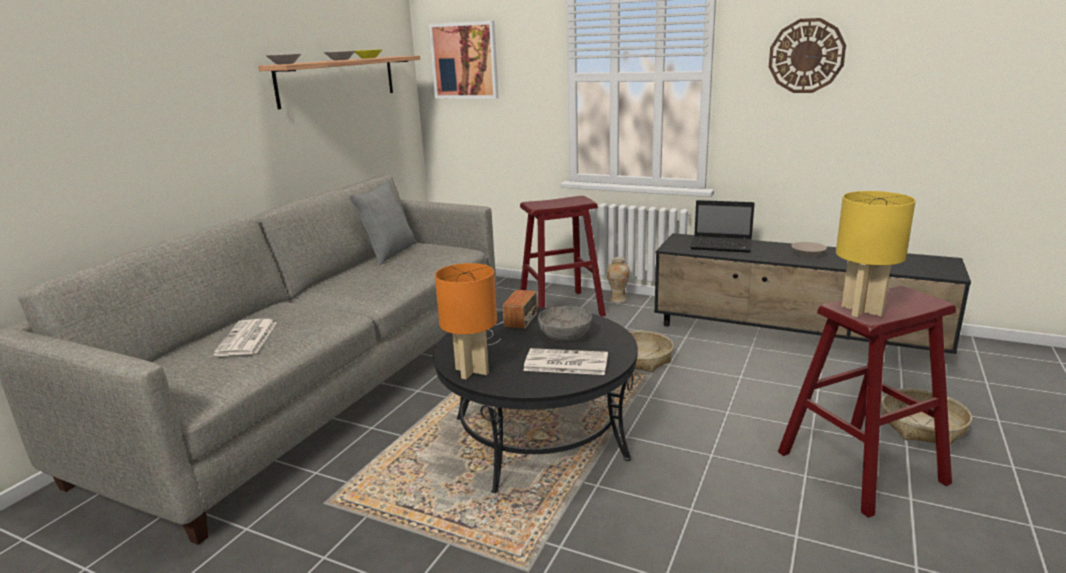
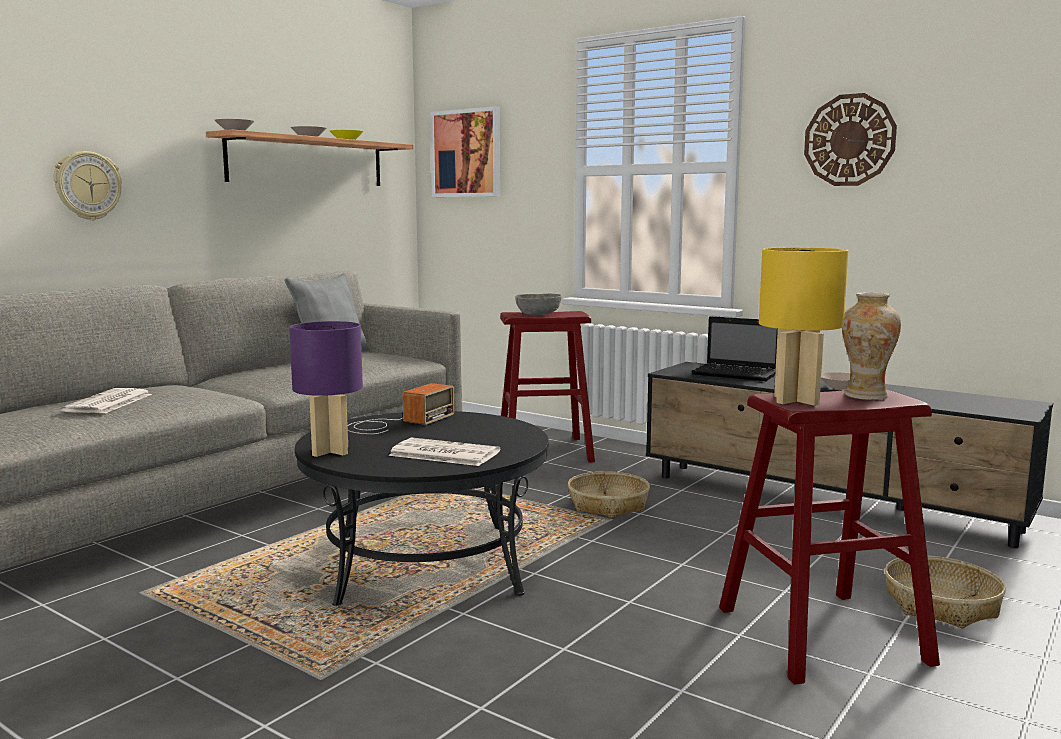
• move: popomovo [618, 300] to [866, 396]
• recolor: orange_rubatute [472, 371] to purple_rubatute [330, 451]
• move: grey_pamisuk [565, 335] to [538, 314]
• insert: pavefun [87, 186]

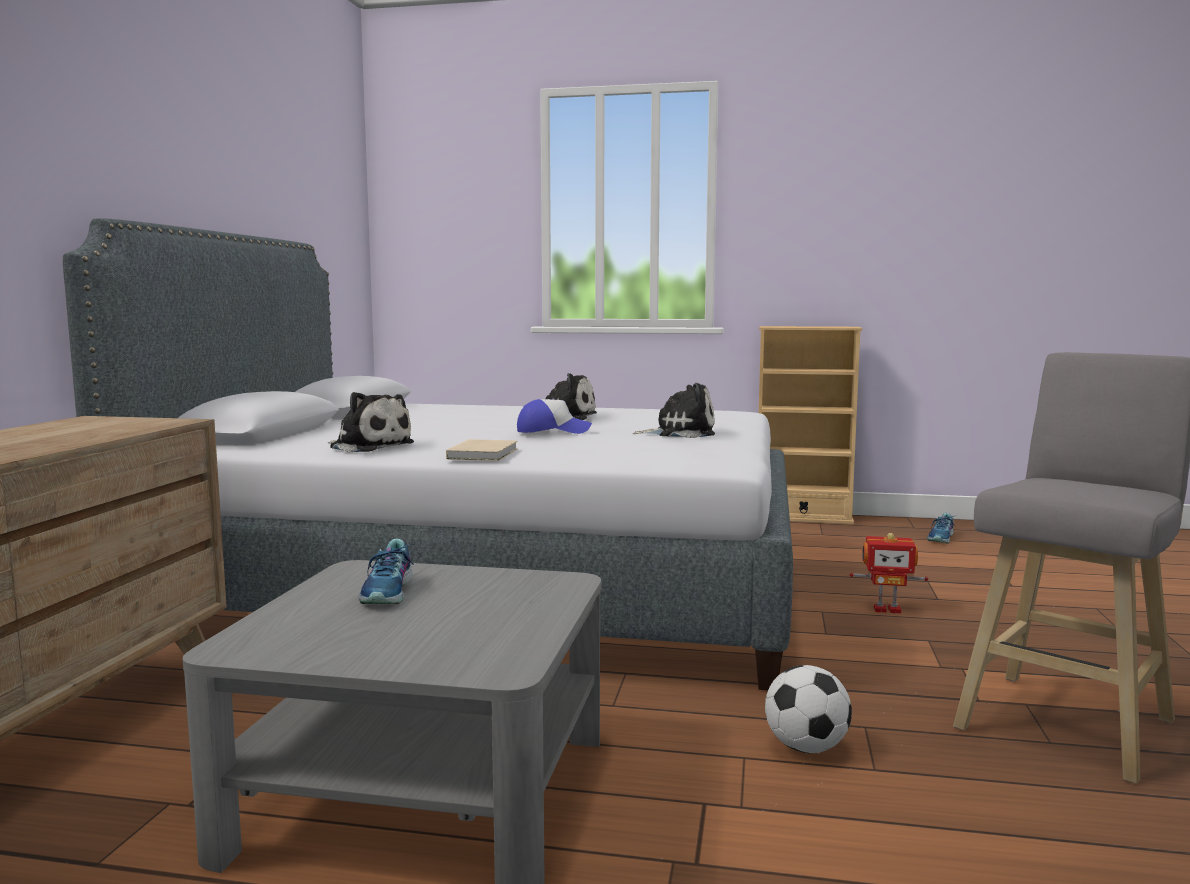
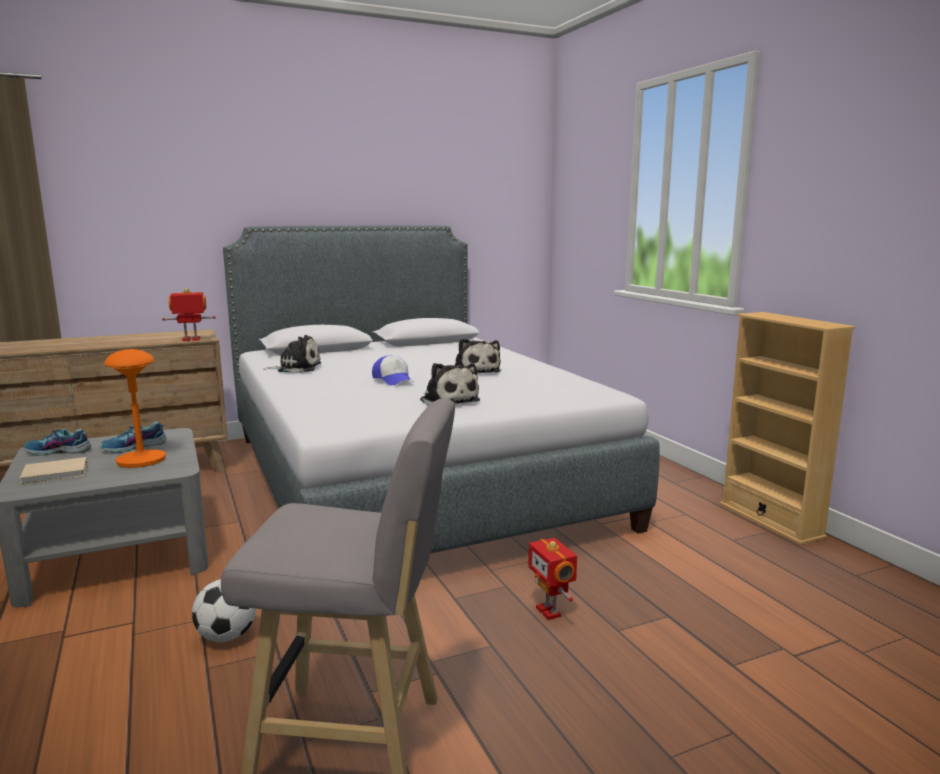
• rotate: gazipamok [369, 446] = [296, 368] 90 degrees counterclockwise
• move: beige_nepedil [484, 453] to [57, 473]
• move: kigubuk [941, 538] to [58, 451]
• insert: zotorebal [191, 340]
• insert: orange_rubatute [141, 461]

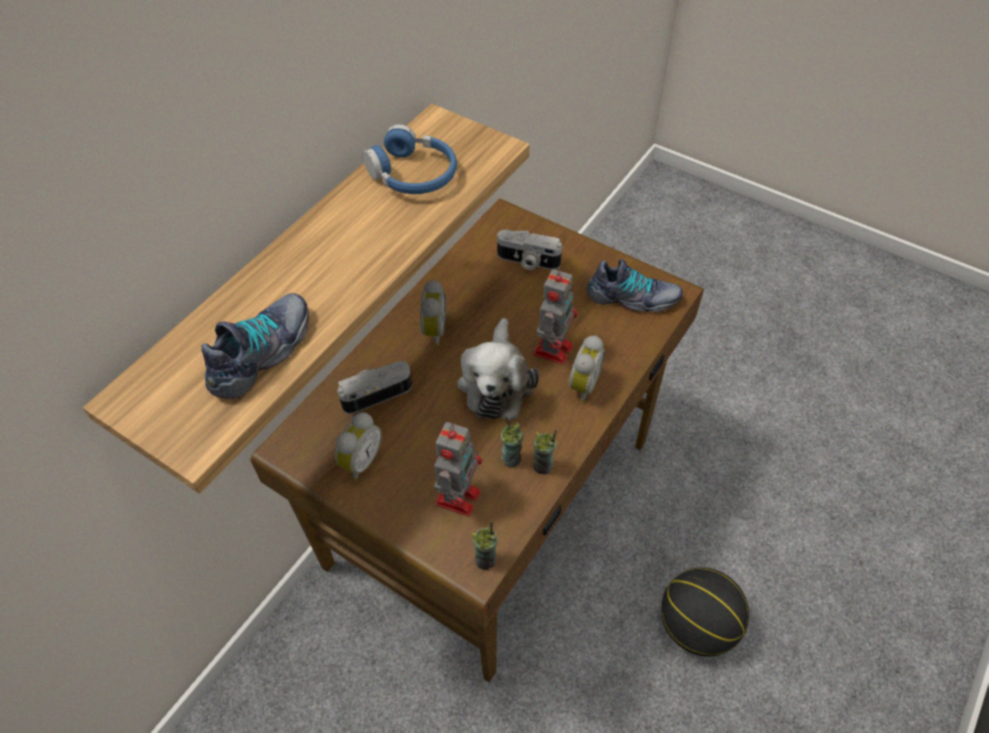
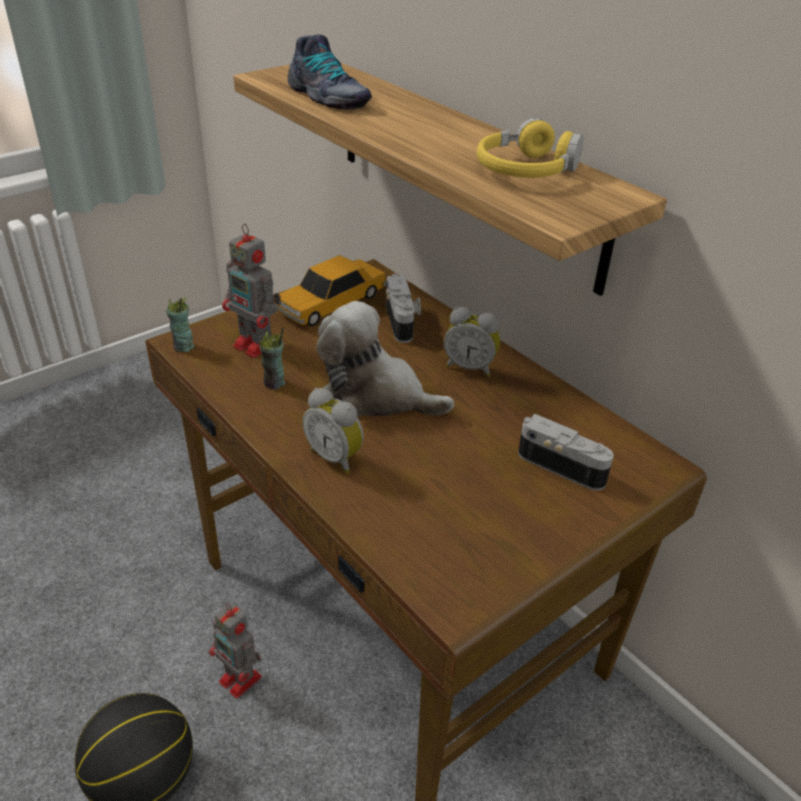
• recolor: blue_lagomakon [413, 174] to yellow_lagomakon [526, 170]
• rotate: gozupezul [527, 261] = [563, 465] 90 degrees clockwise
• delete: kigubuk [633, 298]
• move: zotorebal [554, 348] to [241, 680]
• replace: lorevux [360, 461] to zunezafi [331, 303]
• delete: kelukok [543, 466]

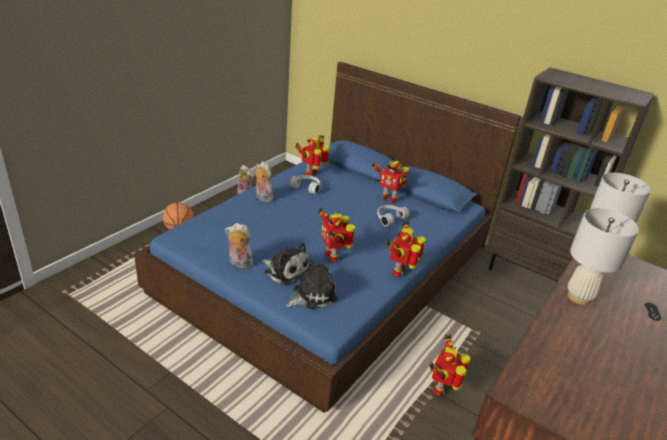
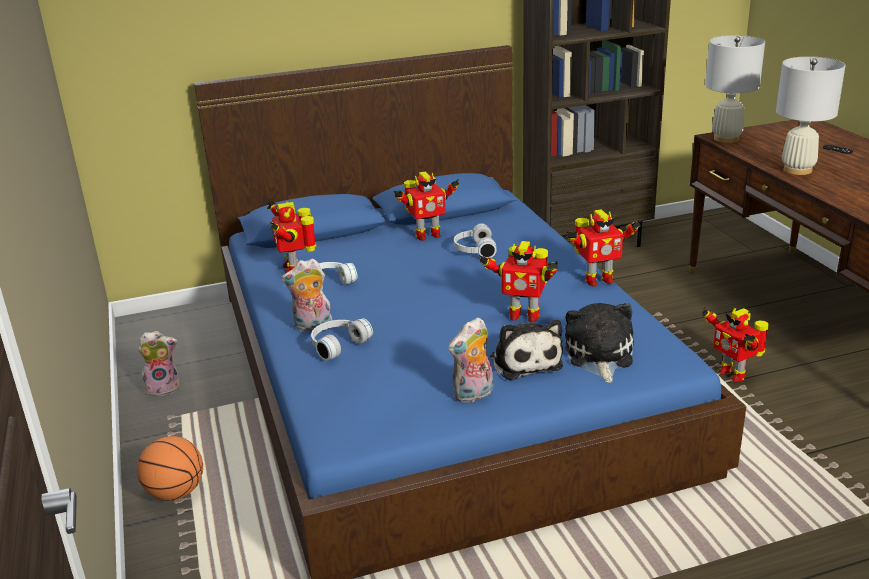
• rotate: zotorebal [400, 271] = [597, 280] 75 degrees counterclockwise
• rotate: gazipamok [285, 270] = [524, 361] 90 degrees clockwise
• insert: white_lagomakon [337, 345]

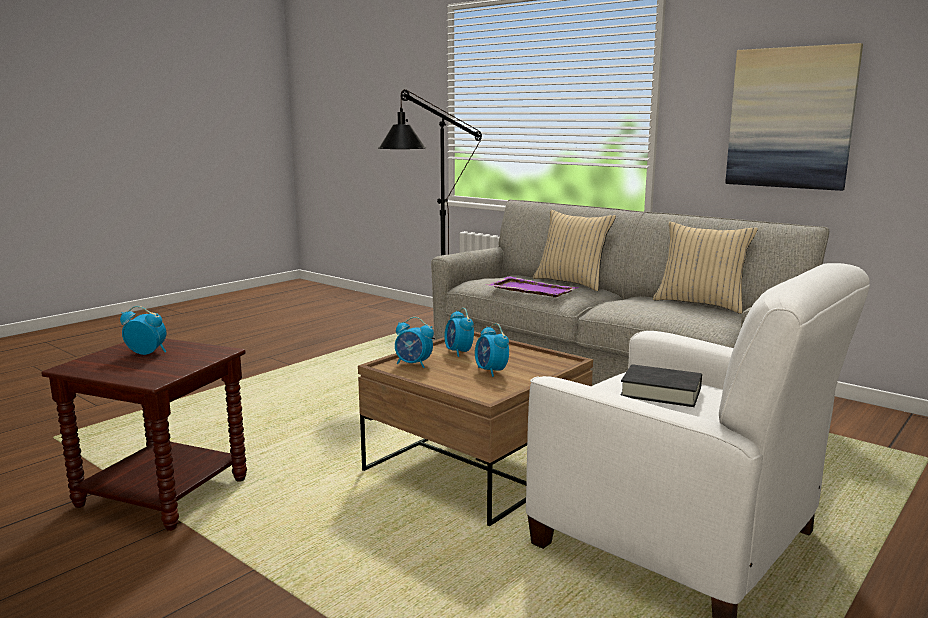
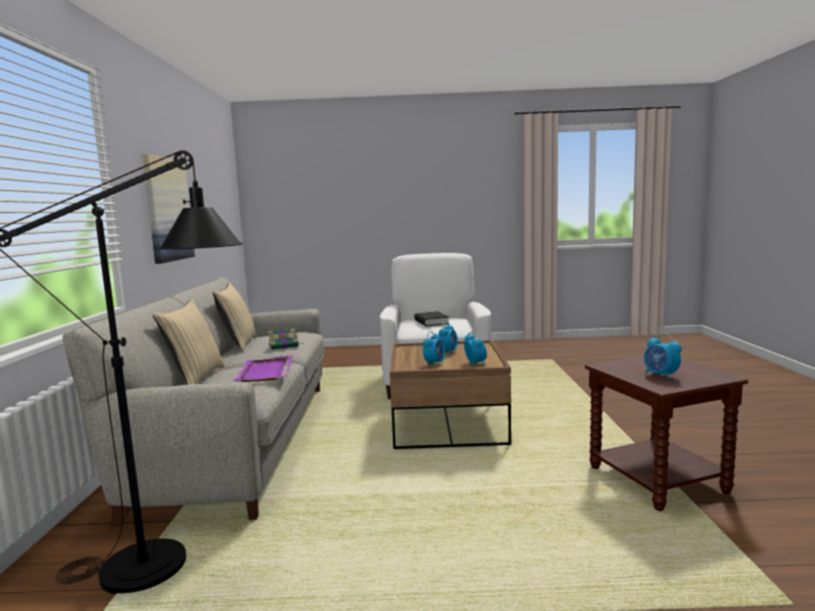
• insert: nepedil [284, 345]

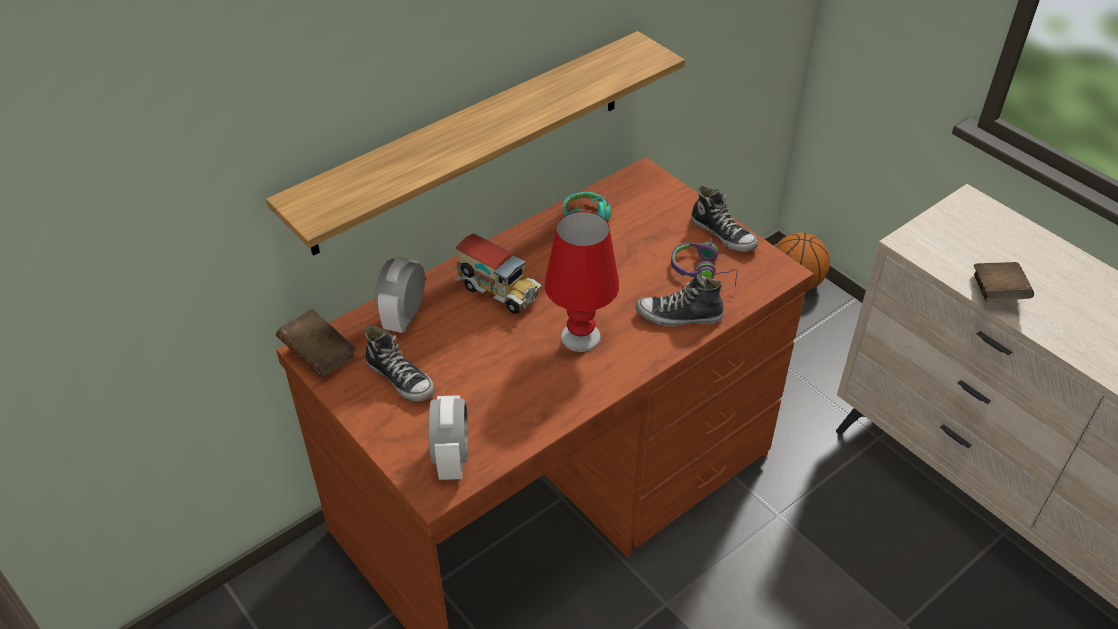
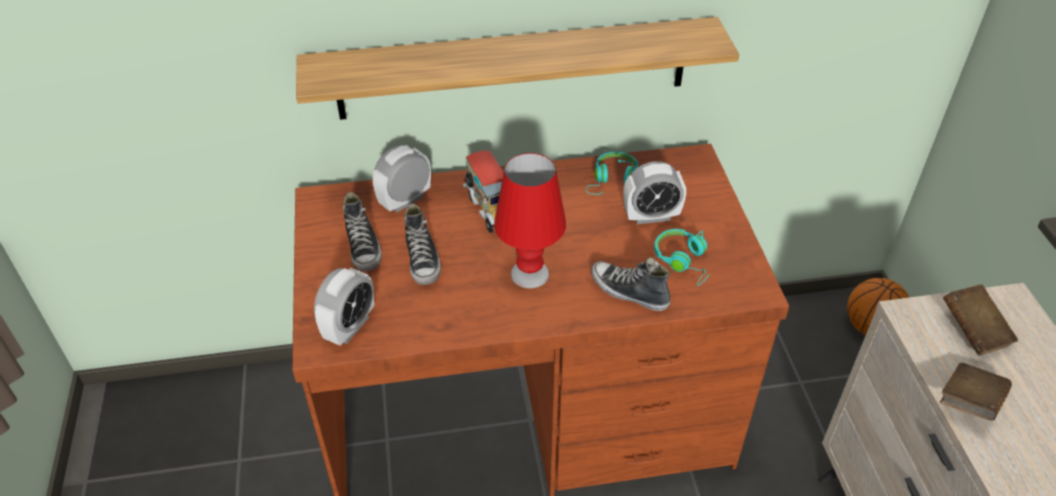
• move: kigubuk [723, 234] to [423, 260]
• recolor: purple_lagomakon [703, 270] to turquoise_lagomakon [684, 261]
• move: brown_nepedil [319, 355] to [973, 331]
• insert: lorevux [651, 216]

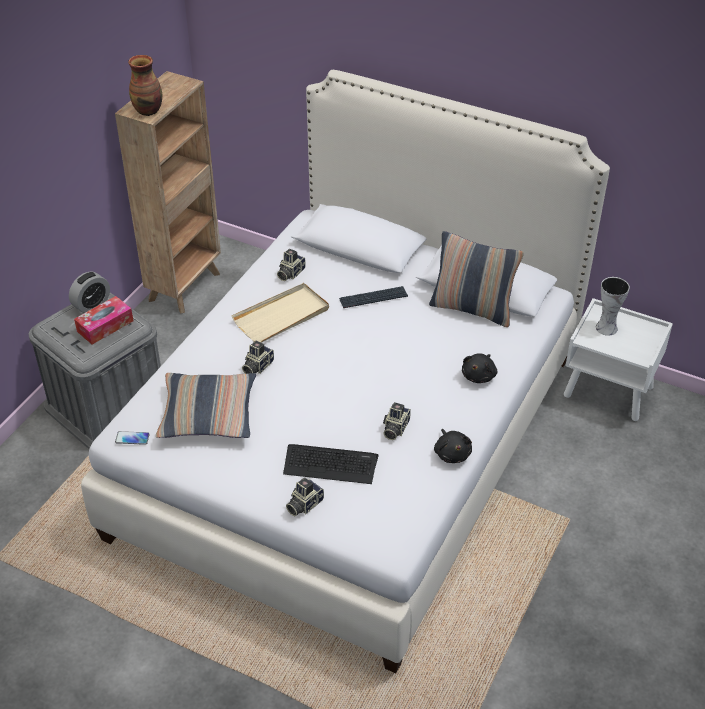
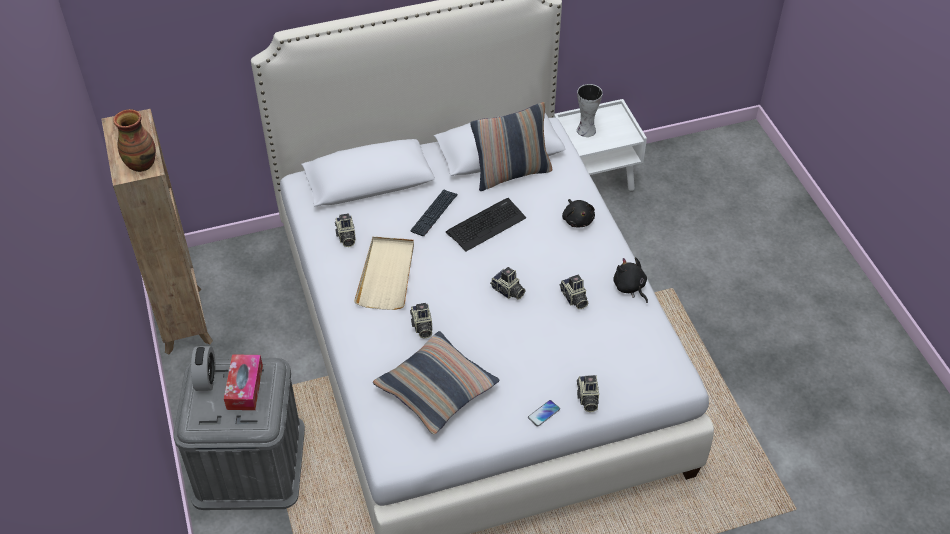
• rotate: black_gazipamok [452, 453] = [630, 287] 150 degrees counterclockwise
• move: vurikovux [132, 438] to [544, 413]
• move: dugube [330, 464] to [486, 225]
• insert: gozupezul [508, 291]

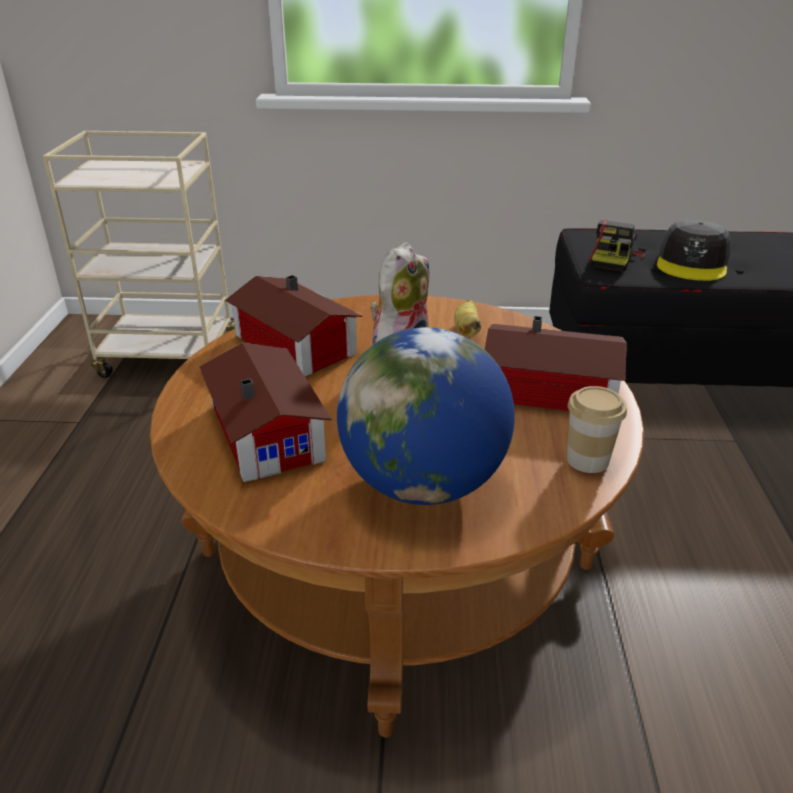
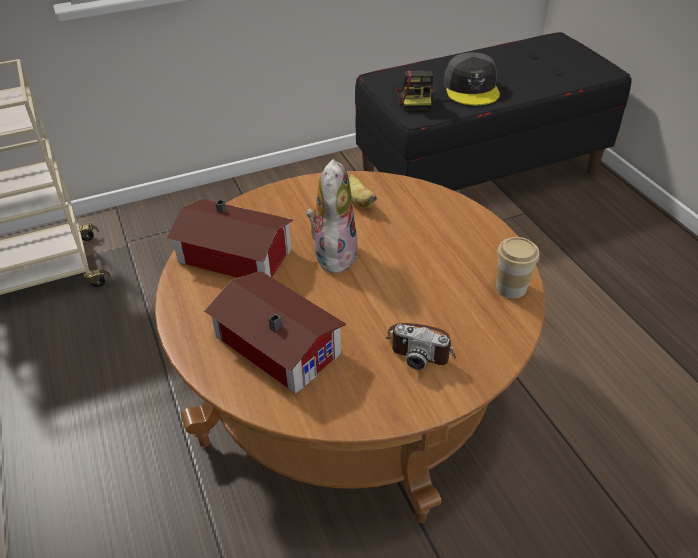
• delete: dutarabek [552, 391]
• replace: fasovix [423, 484] to gozupezul [421, 346]

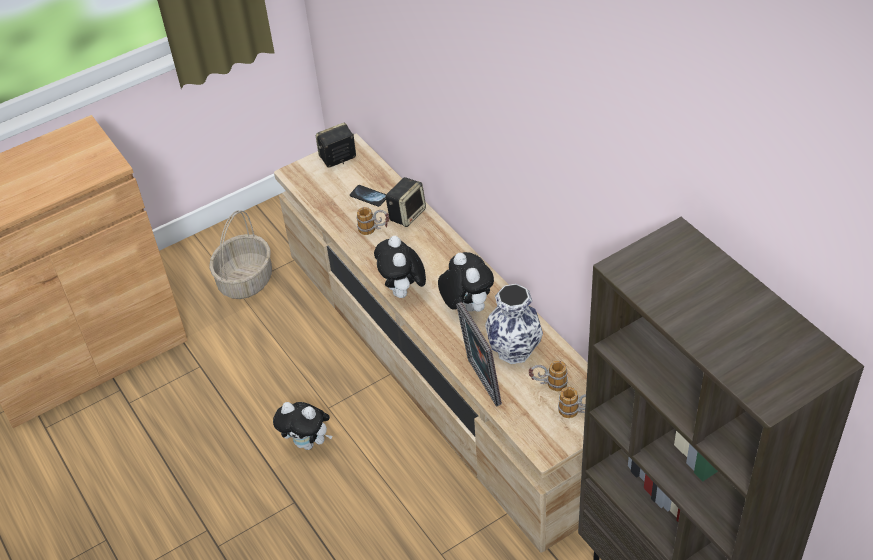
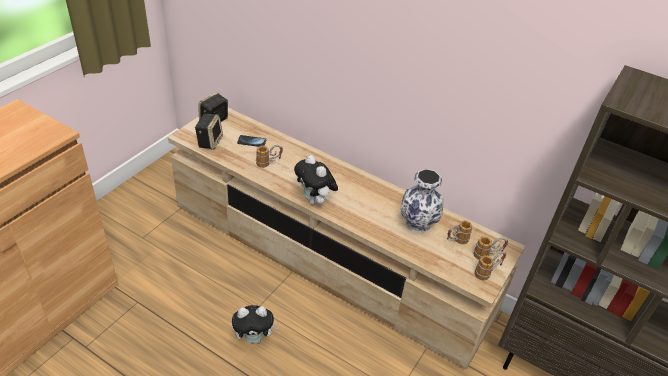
• move: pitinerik [407, 214] to [209, 141]
• delete: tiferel [245, 280]
• delete: gazipamok [466, 306]
• delete: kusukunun [480, 383]
• insert: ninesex [488, 272]

